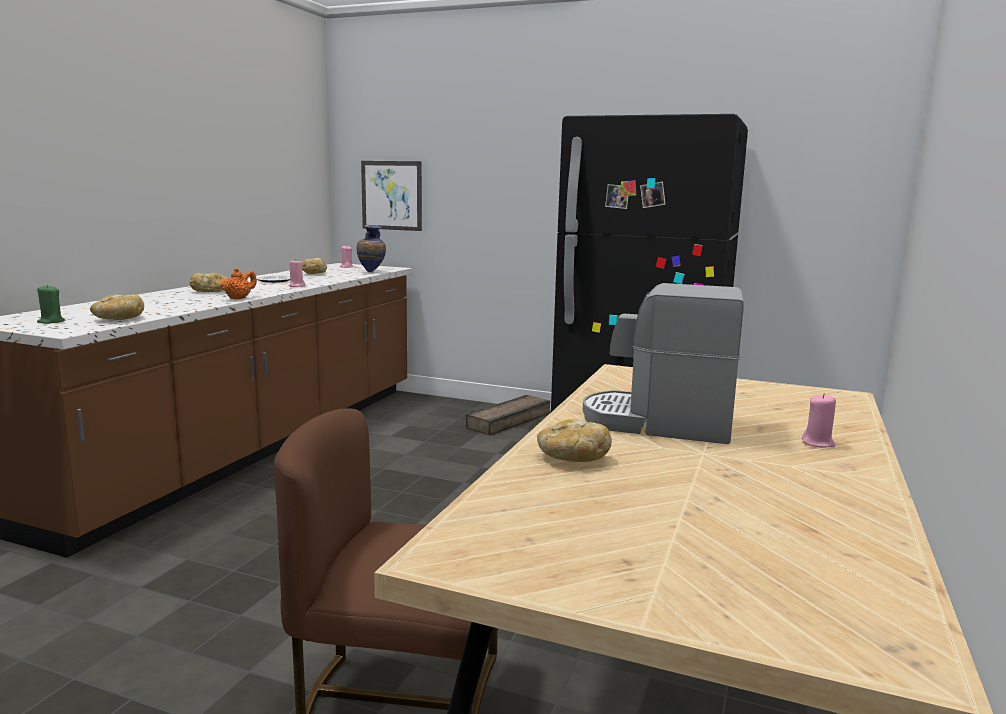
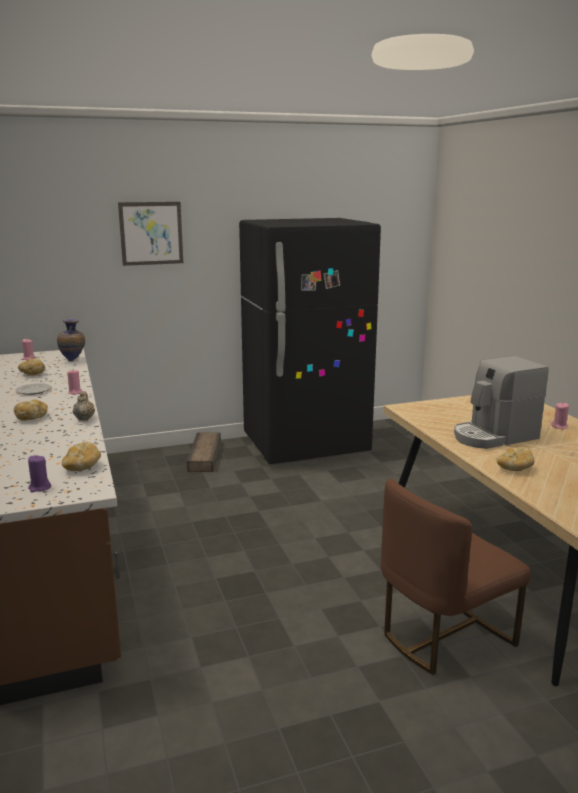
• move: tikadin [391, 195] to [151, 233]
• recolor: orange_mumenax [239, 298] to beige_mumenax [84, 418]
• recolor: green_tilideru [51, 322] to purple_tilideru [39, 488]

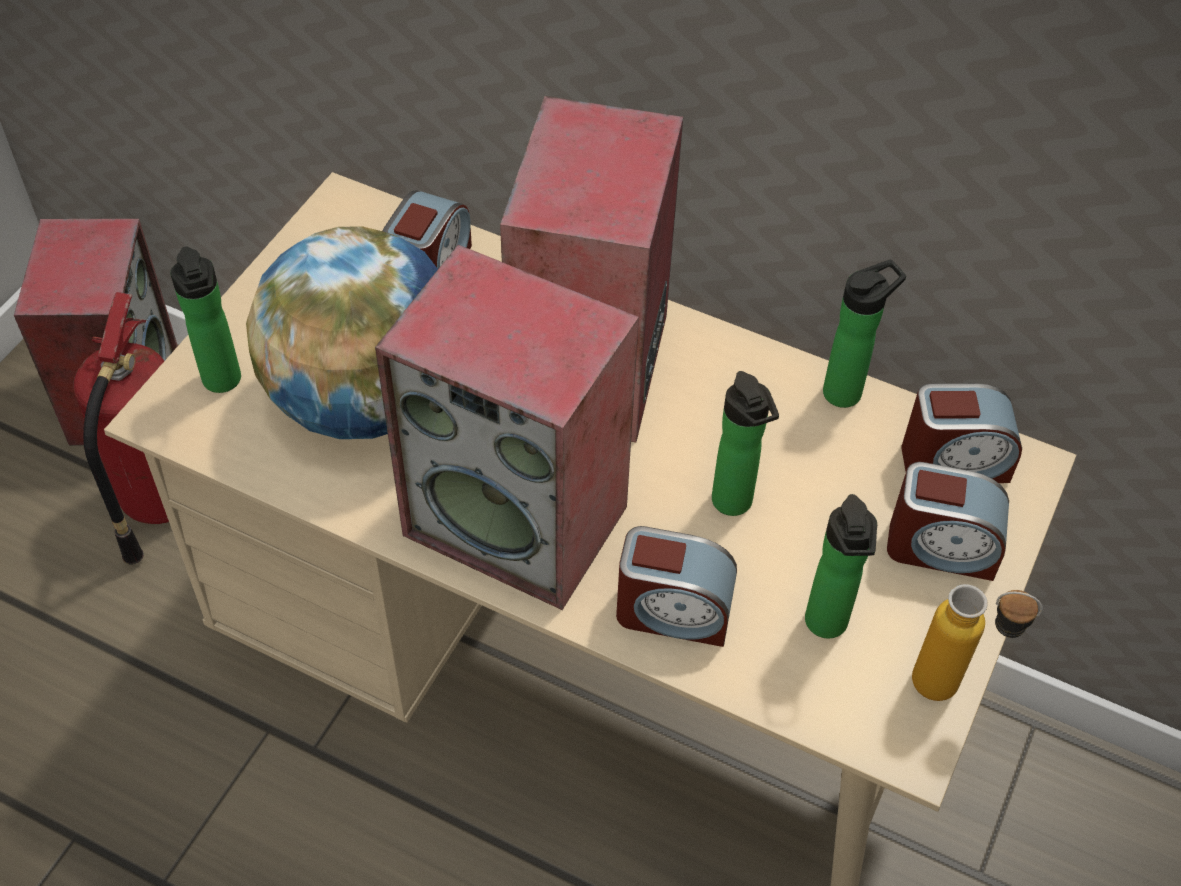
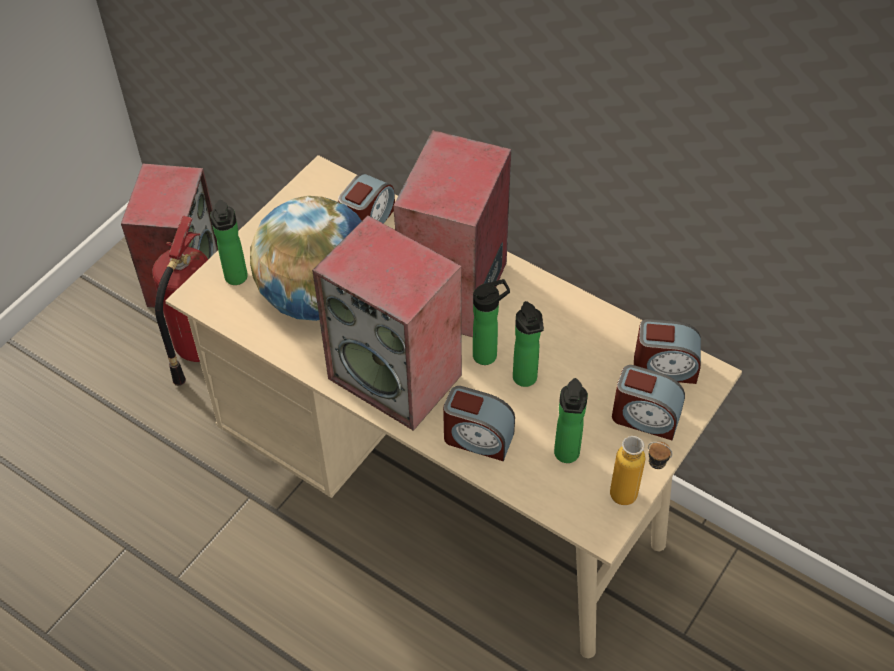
• move: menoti [847, 390] to [488, 354]

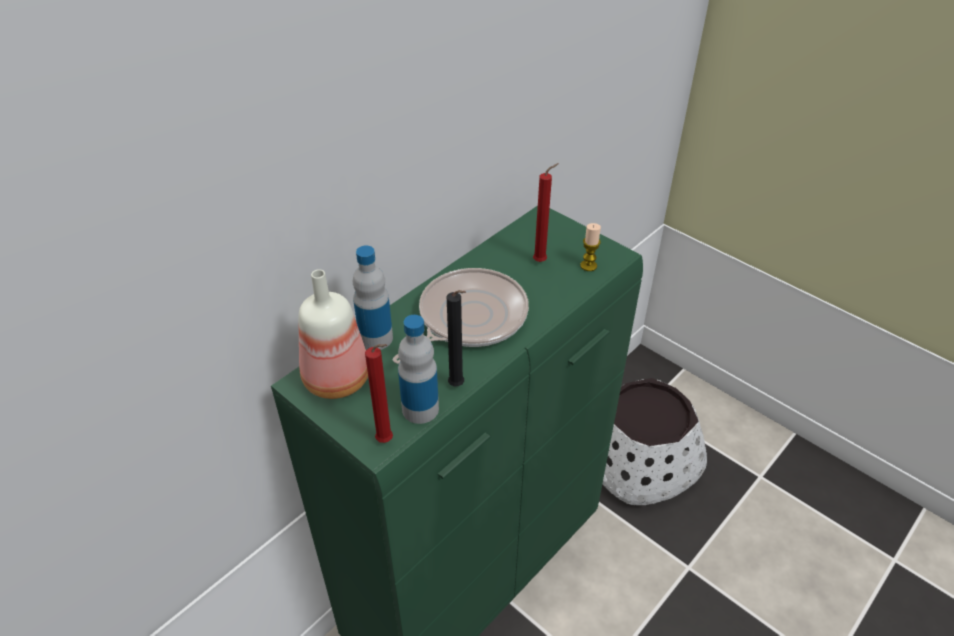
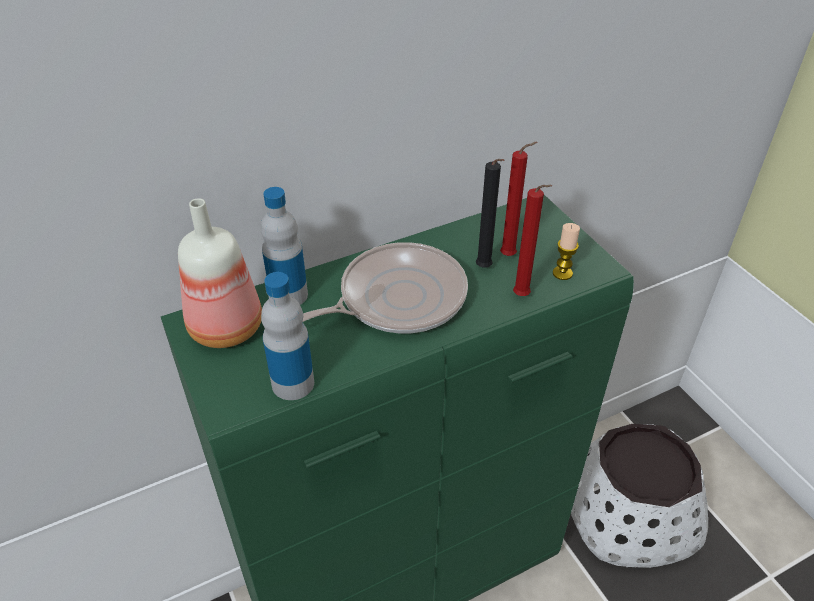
• move: black_tilideru [458, 386] to [485, 269]
• move: red_tilideru [387, 441] to [523, 297]

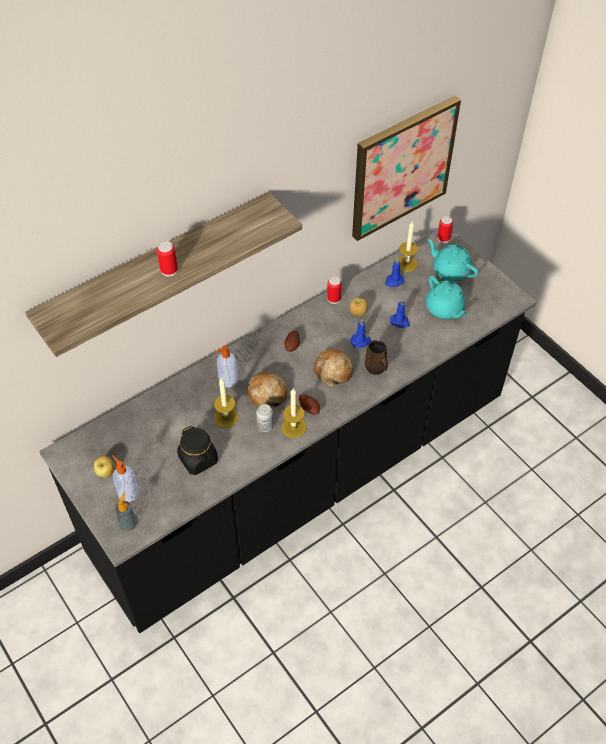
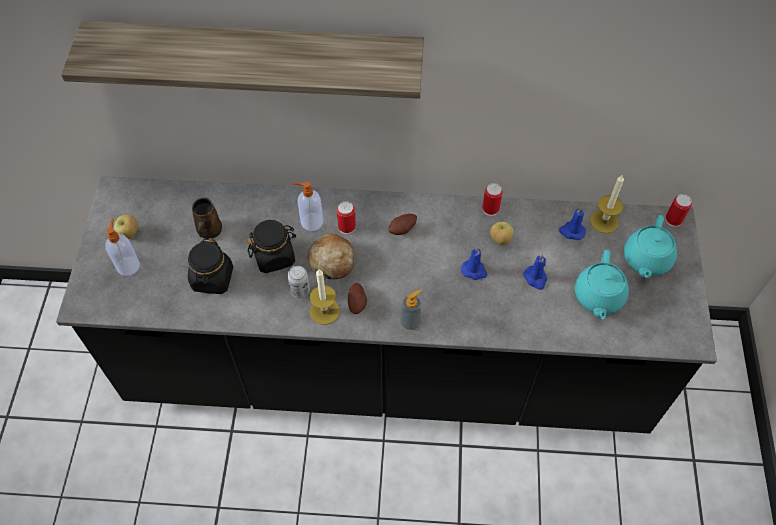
• delete: tikadin [402, 167]
• rotate: turquoise_mumenax [450, 270] = [646, 260] 150 degrees counterclockwise
• move: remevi [169, 270] to [347, 227]
• move: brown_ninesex [376, 368] to [209, 231]
• delete: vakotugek [333, 371]
• replace: tilideru [226, 417] to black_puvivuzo [274, 256]
• move: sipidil [128, 524] to [410, 322]

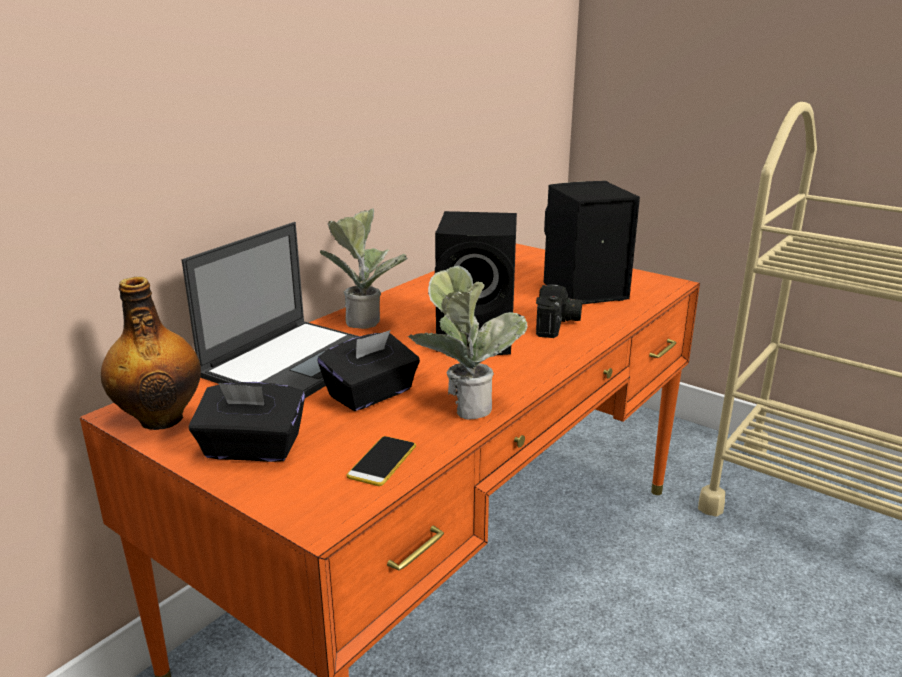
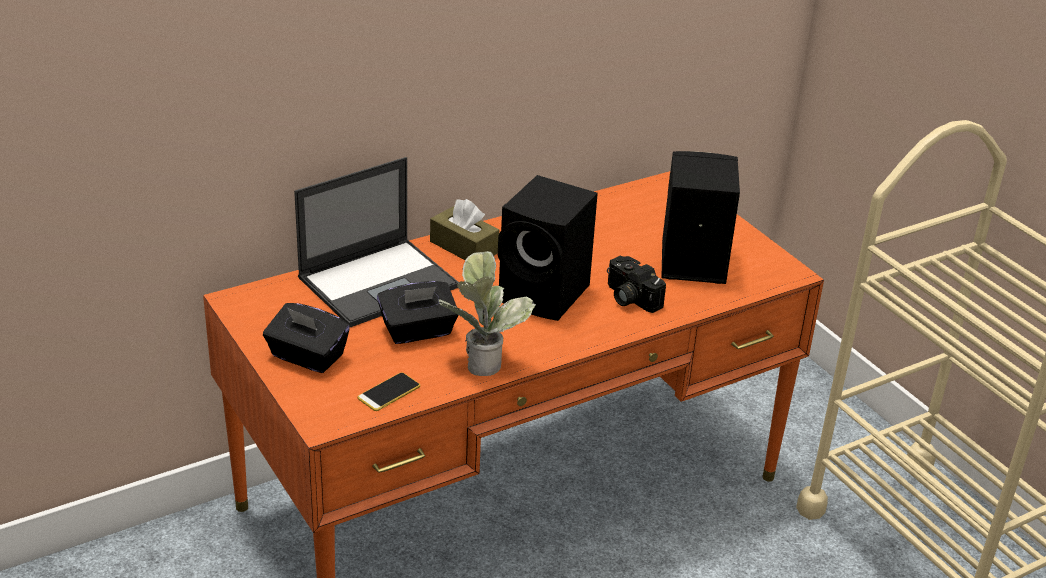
• replace: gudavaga [365, 319] to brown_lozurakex [464, 247]
• delete: menoti [161, 418]
• rotate: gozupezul [558, 324] = [629, 298] 105 degrees clockwise

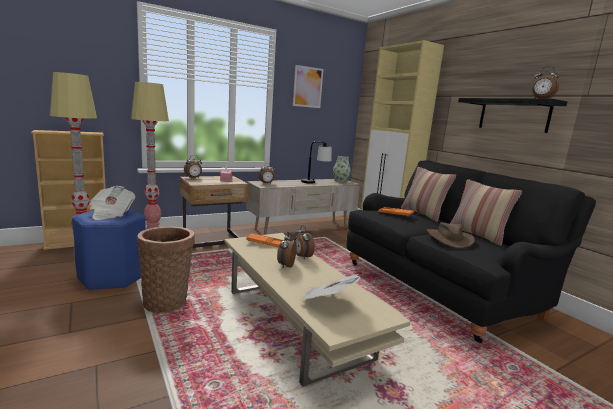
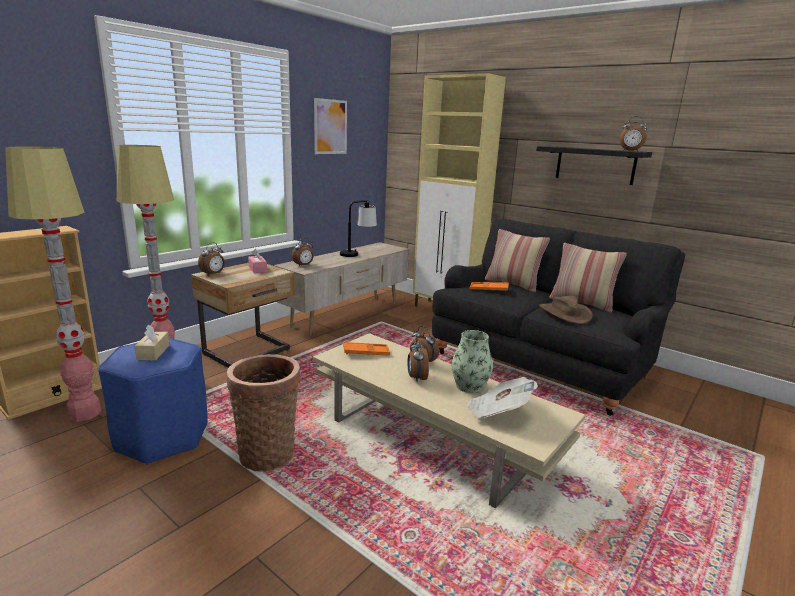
• move: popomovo [340, 180] to [470, 386]
• replace: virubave [111, 214] to beige_lozurakex [153, 352]

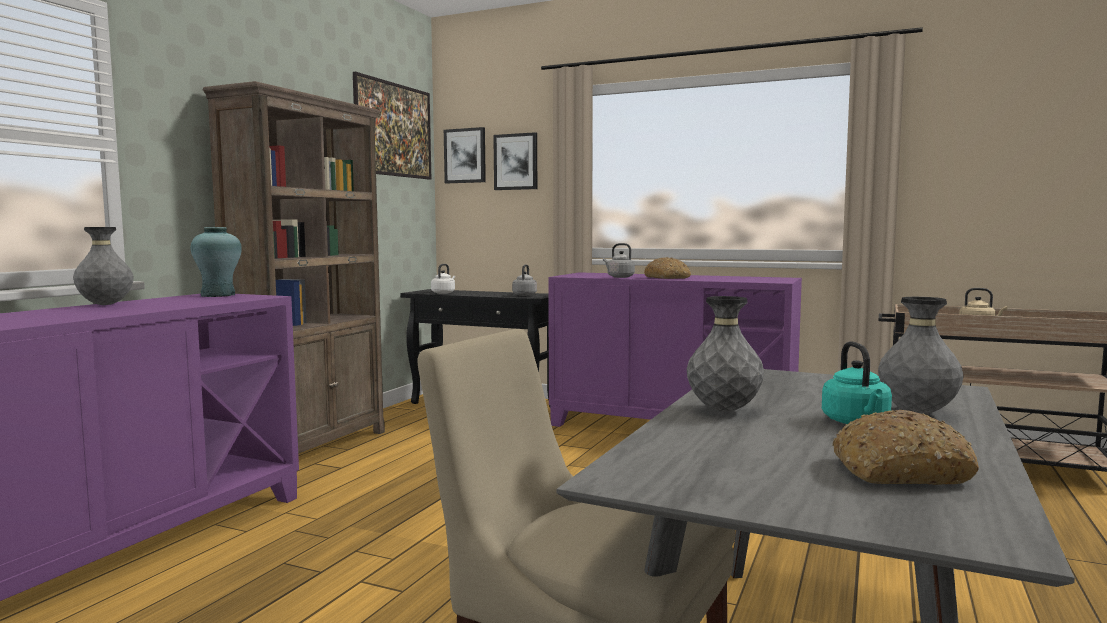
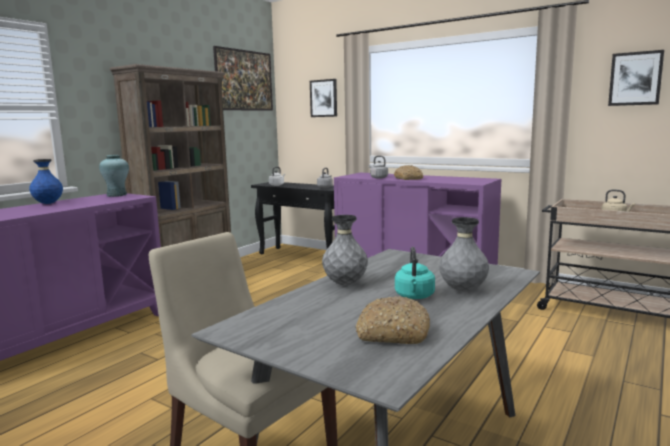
• move: tikadin [465, 156] to [635, 78]
• recolor: grey_popomovo [106, 305] to blue_popomovo [48, 203]

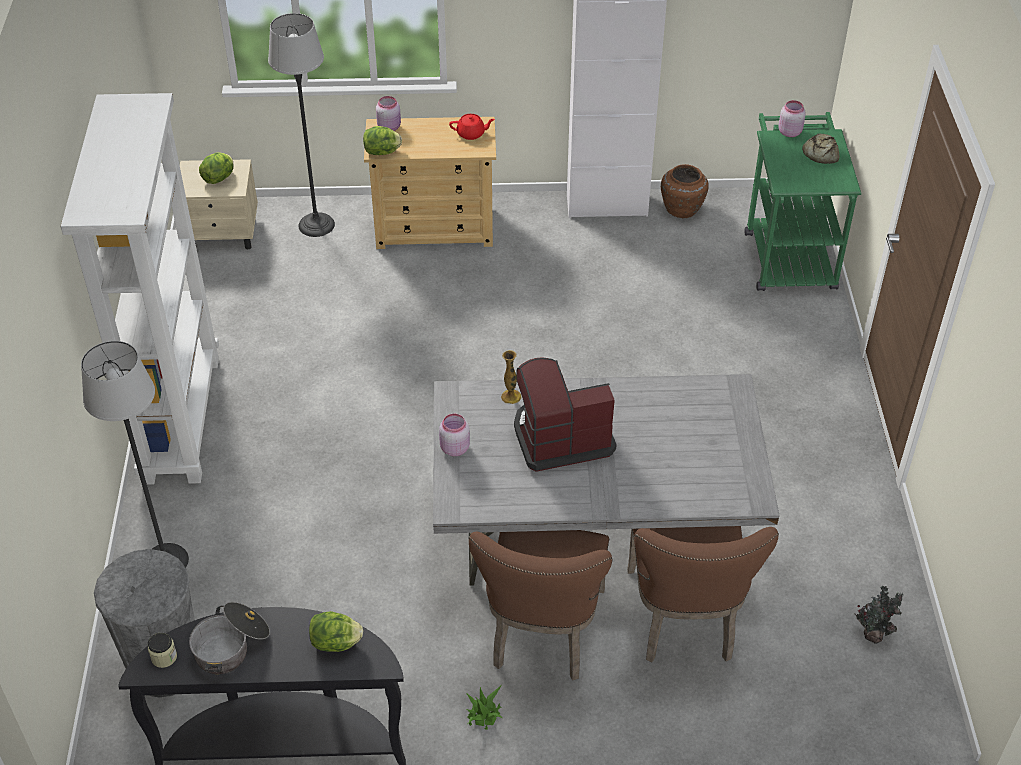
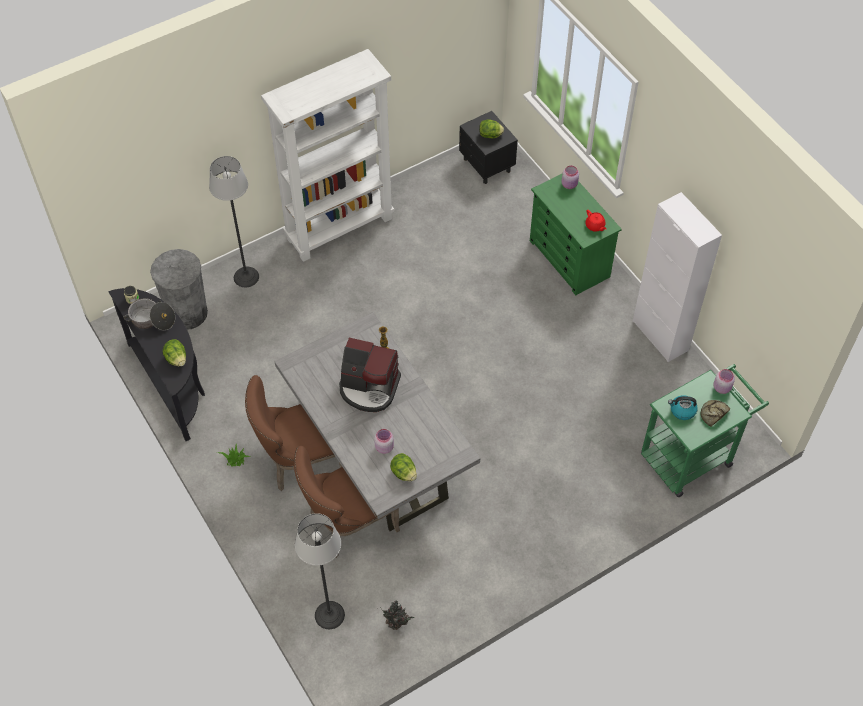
• move: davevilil [316, 224] to [329, 614]
• recolor: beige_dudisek [435, 228] to green_dudisek [569, 259]
• move: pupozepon [382, 152] to [404, 473]
• recolor: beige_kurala [224, 234] to black_kurala [487, 165]
• delete: brown_popomovo [682, 209]
• rotate: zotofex [561, 437] = [369, 388] 150 degrees clockwise
• move: pink_puvivuzo [454, 448] to [384, 447]
• insert: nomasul [682, 411]

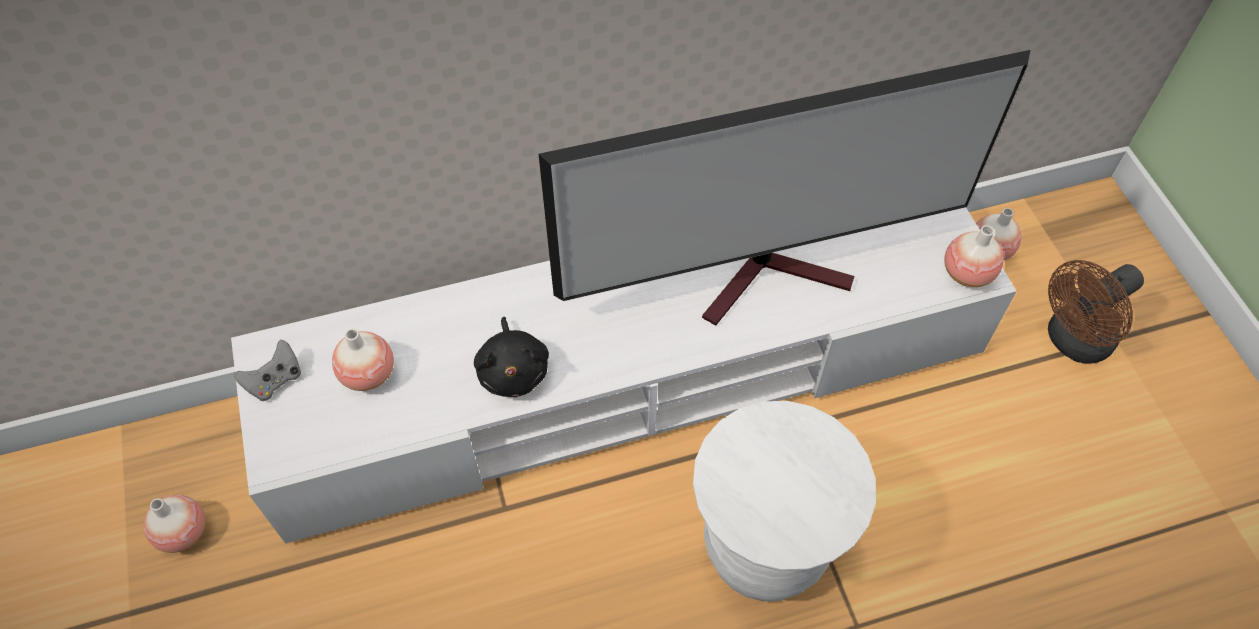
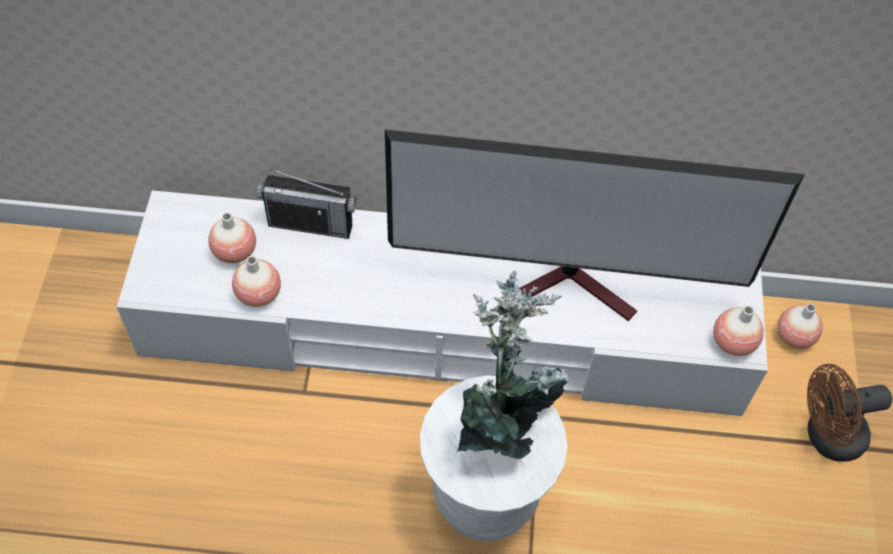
• delete: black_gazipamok [513, 370]
• delete: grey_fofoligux [275, 380]
• move: popomovo [183, 532] to [258, 294]
• insert: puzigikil [310, 224]
• insert: gudavaga [505, 422]

